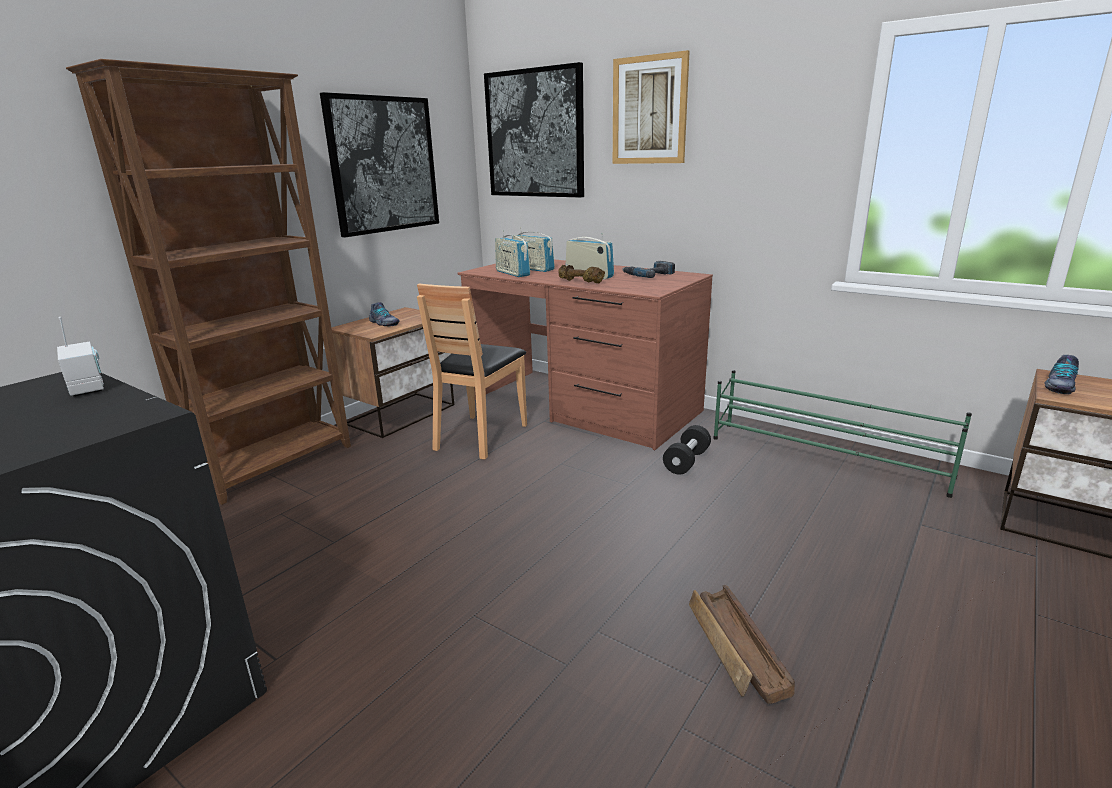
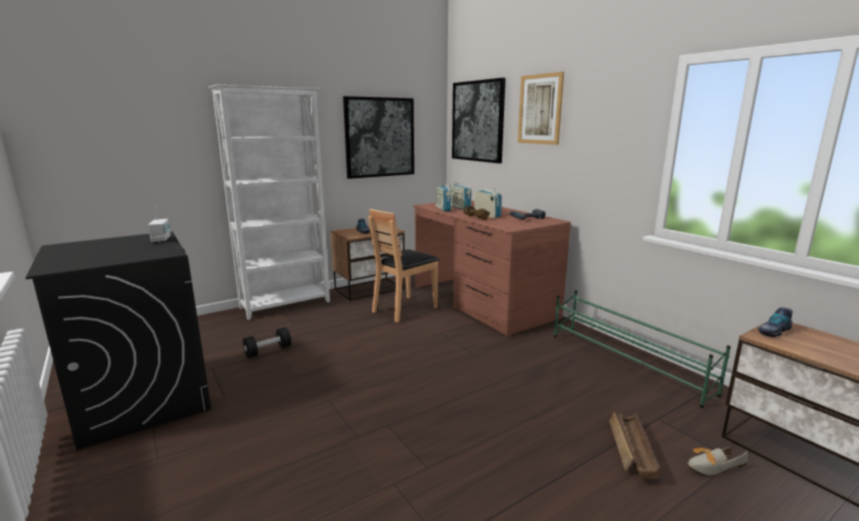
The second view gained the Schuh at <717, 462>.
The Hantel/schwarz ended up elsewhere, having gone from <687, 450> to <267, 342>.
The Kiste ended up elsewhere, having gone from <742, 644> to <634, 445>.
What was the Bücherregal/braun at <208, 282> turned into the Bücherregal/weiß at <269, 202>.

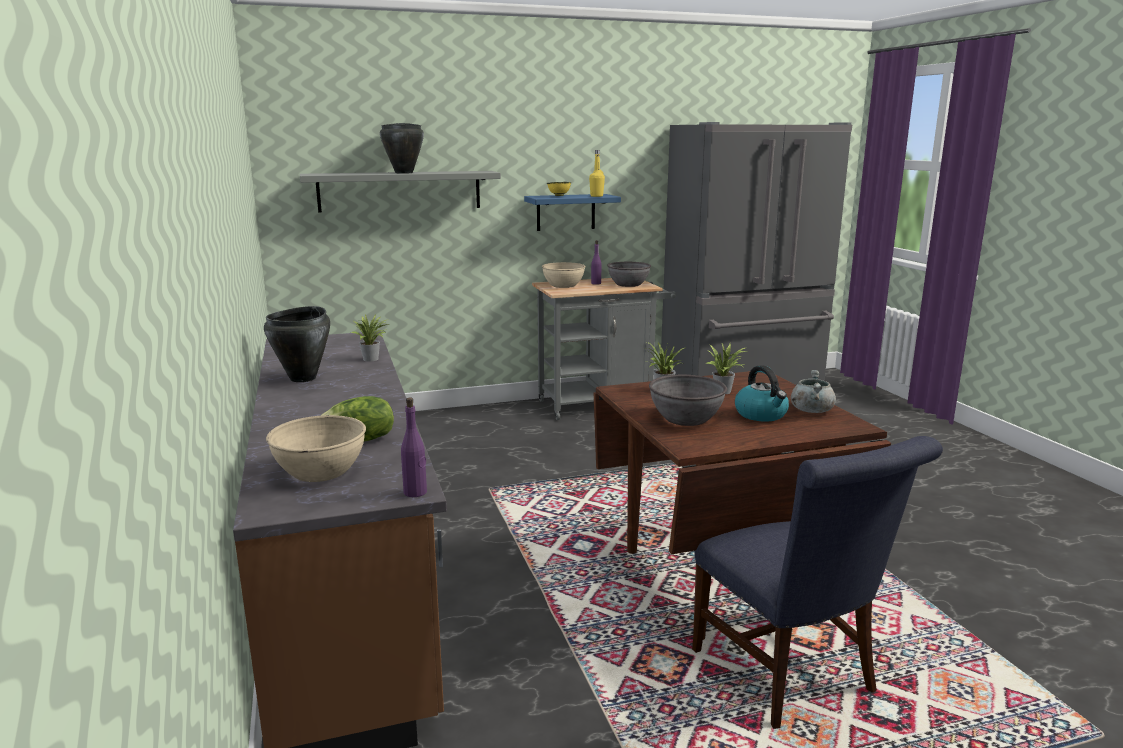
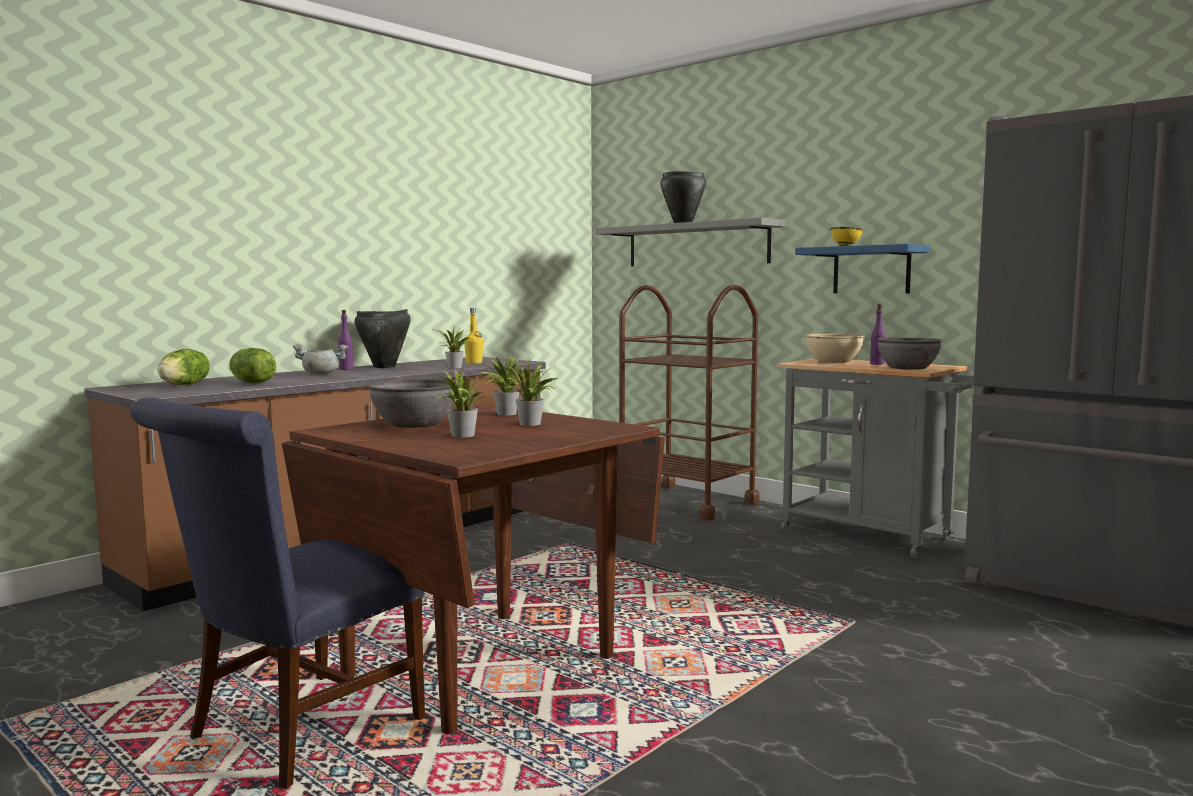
The second view gained the Rollwagen/braun at <689, 402>.
The Flasche/lila ended up elsewhere, having gone from <414, 447> to <345, 340>.
The Flasche/gelb ended up elsewhere, having gone from <597, 173> to <473, 336>.
The Kochtopf/grau ended up elsewhere, having gone from <813, 391> to <320, 359>.
Where the Schüssel/beige stood at <316, 448>, the Salatkopf came to stand at <184, 367>.
Where the Wasserkessel stood at <762, 393>, the Topfpflanze came to stand at <460, 403>.

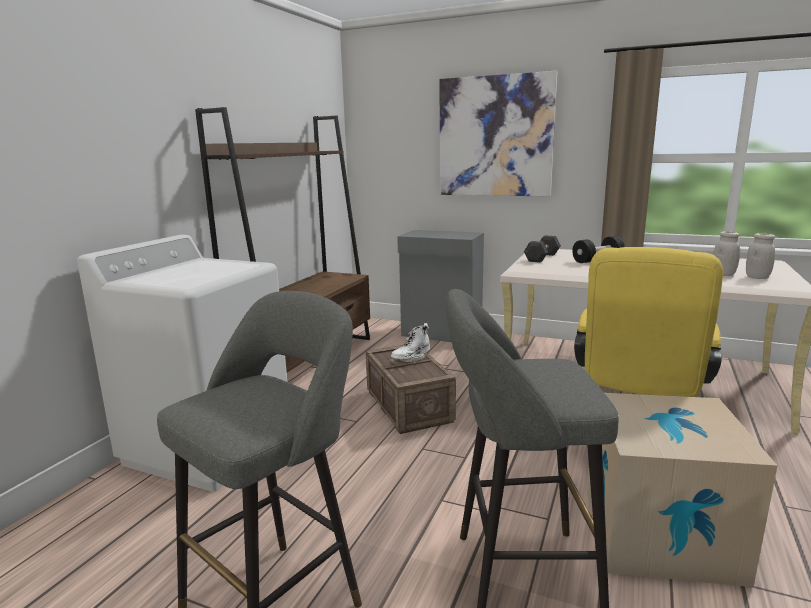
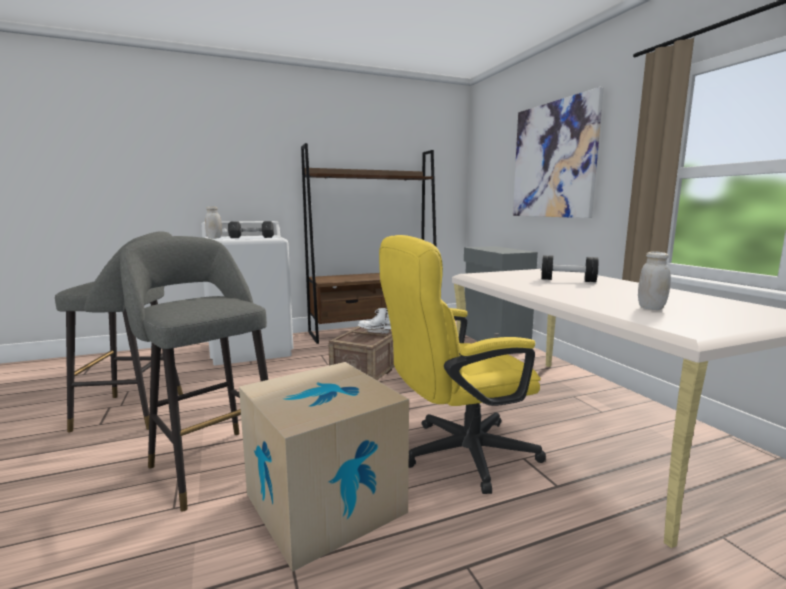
The Hantel/grau ended up elsewhere, having gone from <542, 249> to <251, 229>.
The Vorratsglas/weiß ended up elsewhere, having gone from <760, 256> to <213, 222>.

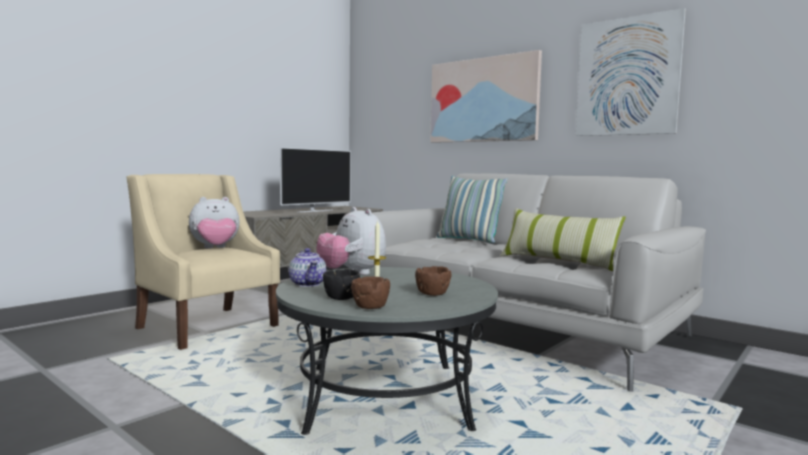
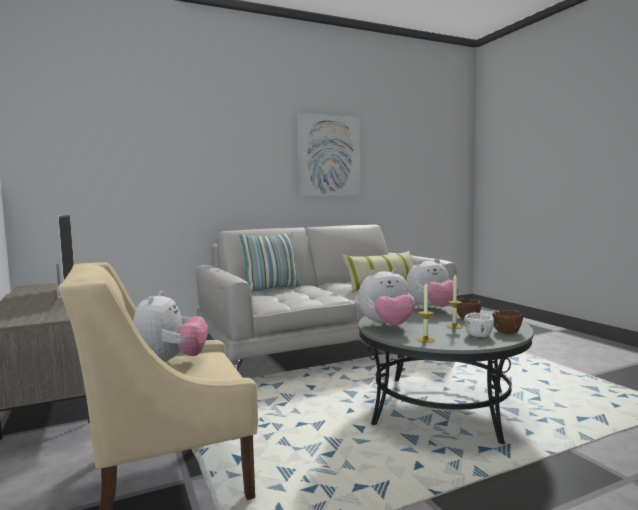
The second view lost the Bild at <486, 96>.
The second view gained the Plüschtier at <432, 284>.
Where the Teekanne stood at <308, 267>, the Kerze came to stand at <425, 313>.
What was the Schüssel/schwarz at <341, 284> turned into the Schüssel/weiß at <479, 325>.

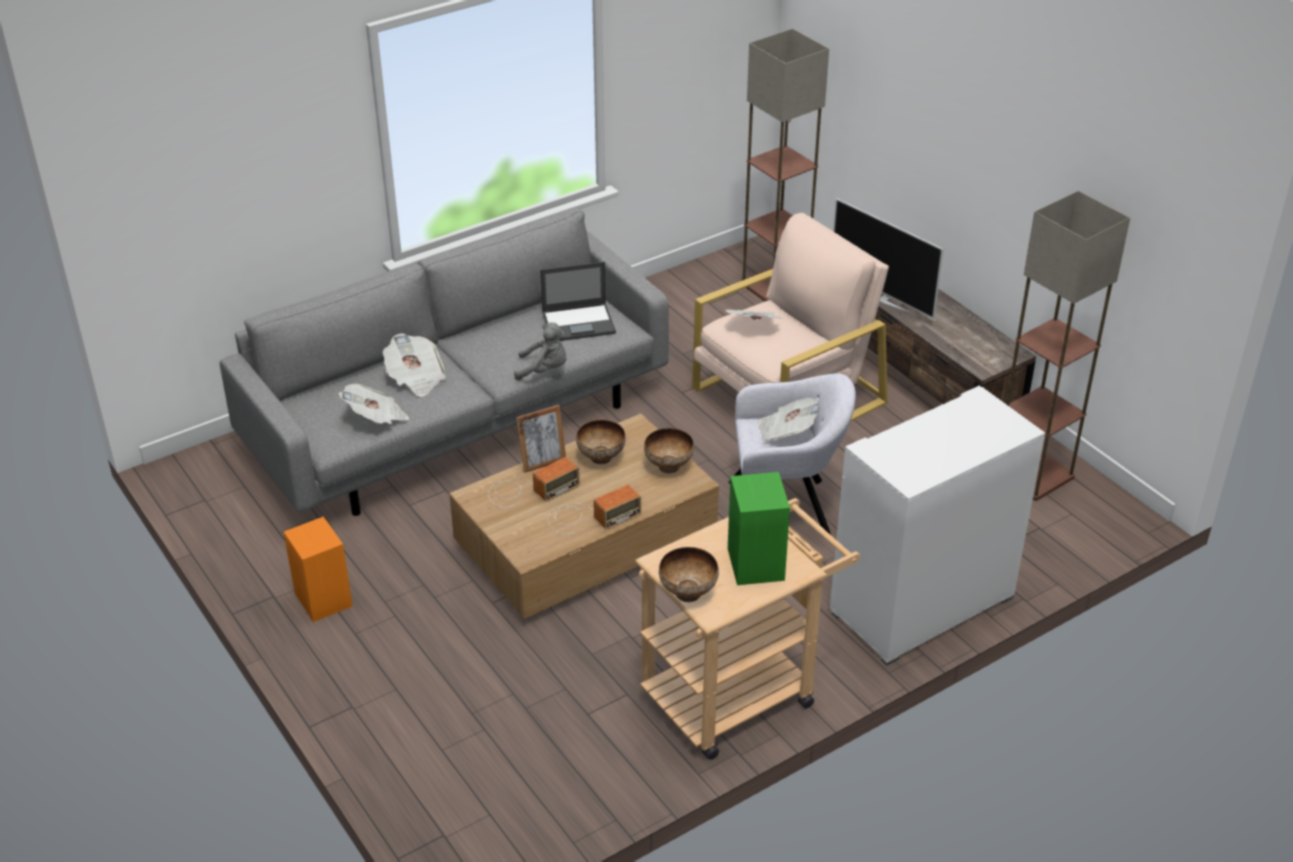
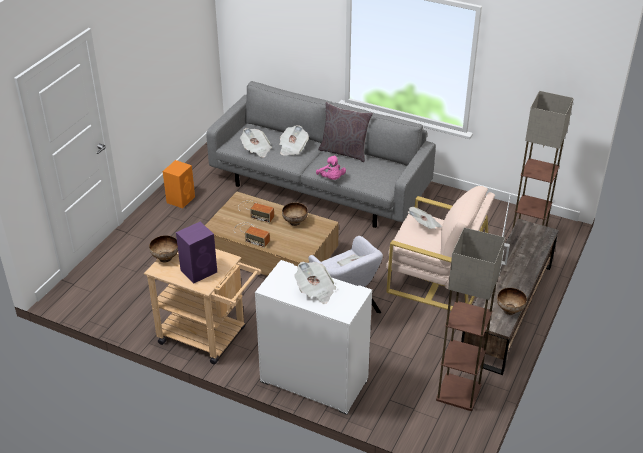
The second view lost the Bilderrahmen at <541, 439>.
The second view lost the Laptop at <578, 301>.
The second view gained the Zeitung at <315, 283>.
The second view gained the Kissen/grau at <345, 132>.
The Schüssel ended up elsewhere, having gone from <669, 451> to <512, 301>.
What was the Plüschtier/grau at <540, 351> turned into the Plüschtier/rosa at <331, 167>.
What was the Lautsprecher/grün at <759, 528> turned into the Lautsprecher/lila at <196, 253>.

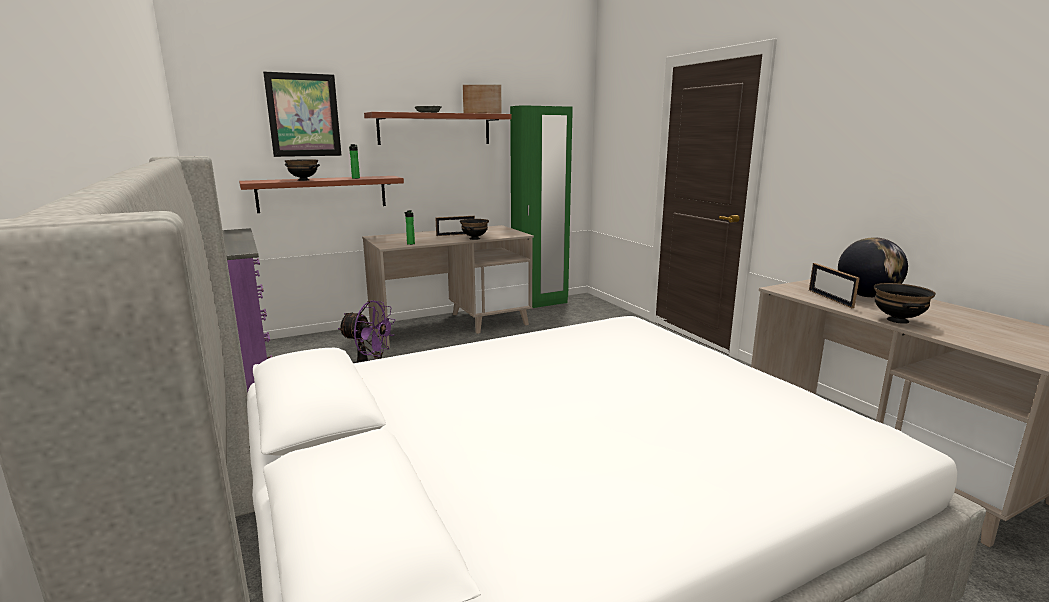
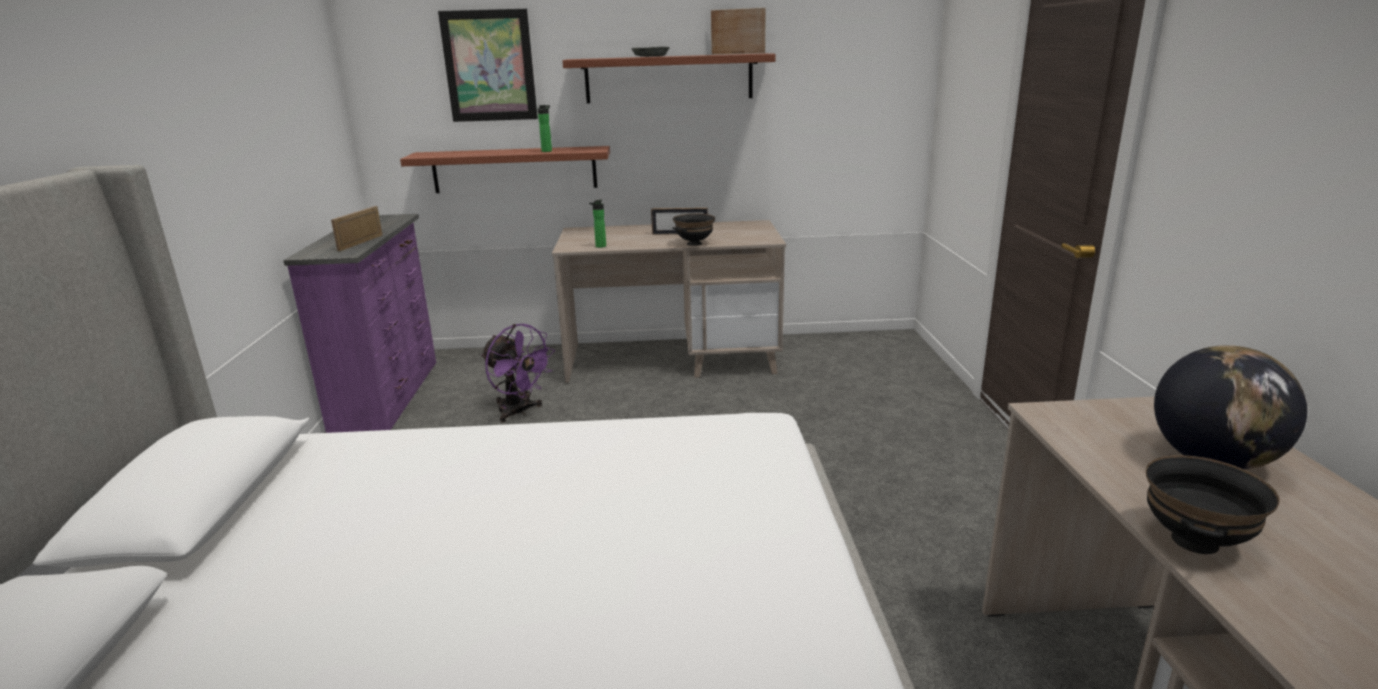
The second view lost the Schüssel/schwarz at <302, 170>.
The second view lost the Kleiderschrank/grün at <541, 206>.
The Bilderrahmen ended up elsewhere, having gone from <834, 285> to <356, 228>.

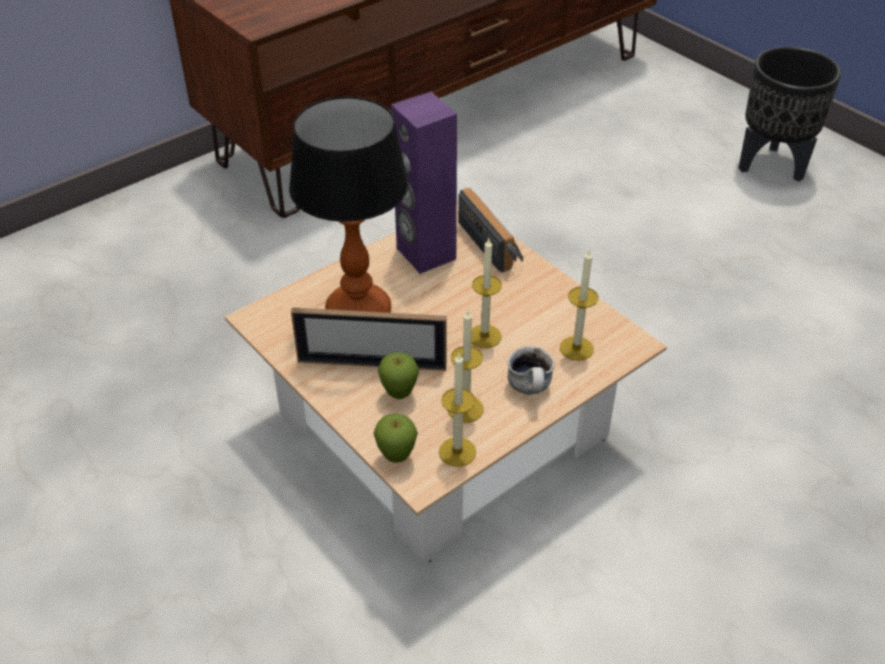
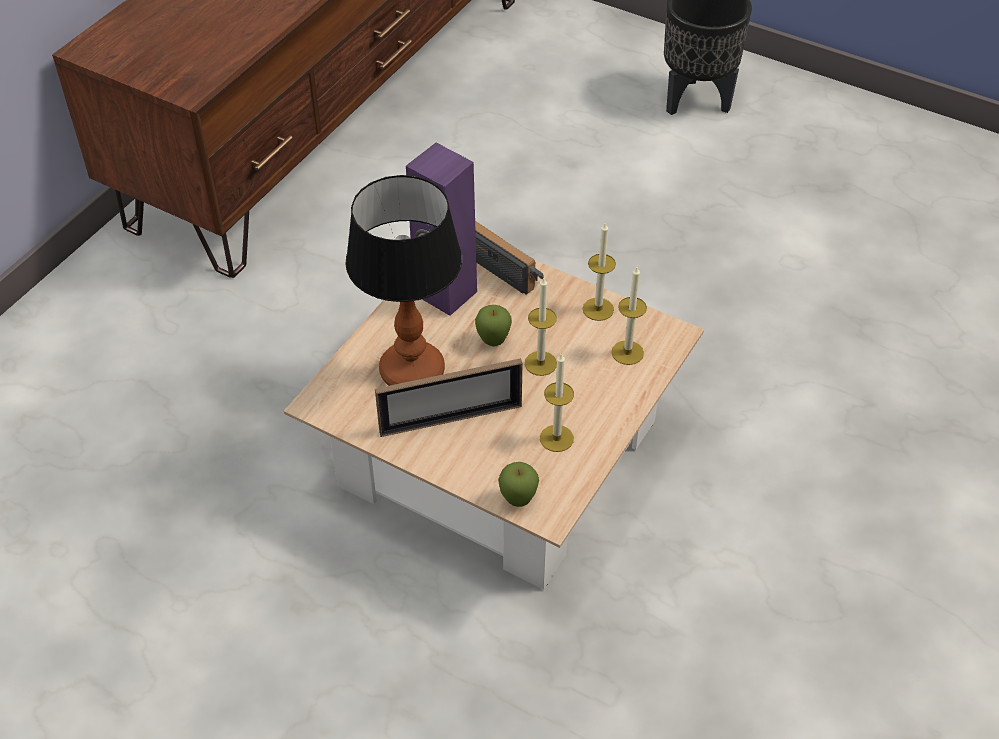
The second view lost the Henkelbecher at <531, 370>.
The Apfel ended up elsewhere, having gone from <398, 376> to <493, 326>.
The Kerze ended up elsewhere, having gone from <457, 410> to <599, 272>.

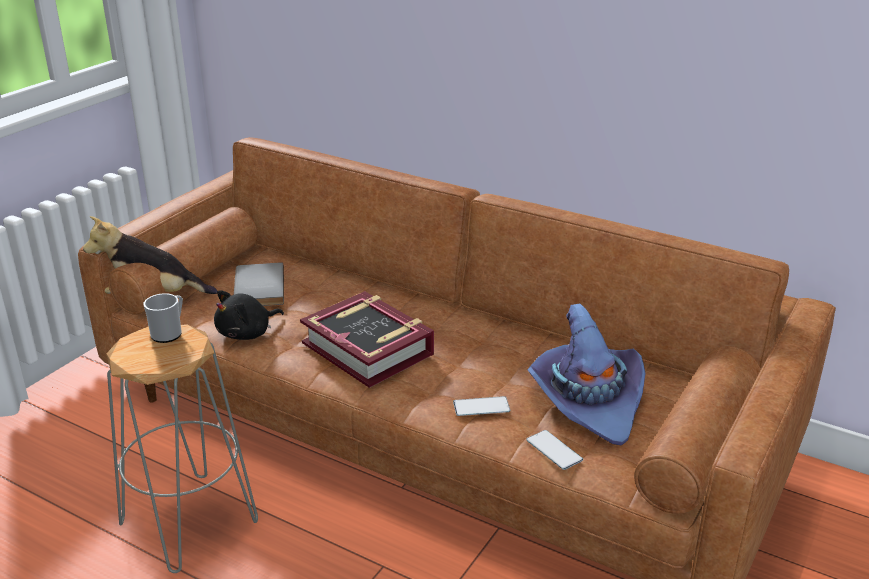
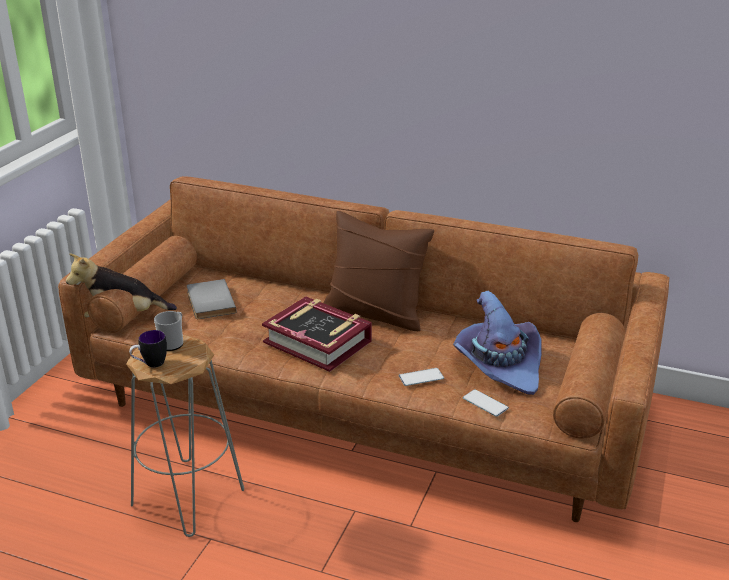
The second view lost the Plüschtier/schwarz at <249, 315>.
The second view gained the Henkelbecher at <148, 349>.
The second view gained the Kissen/braun at <378, 271>.

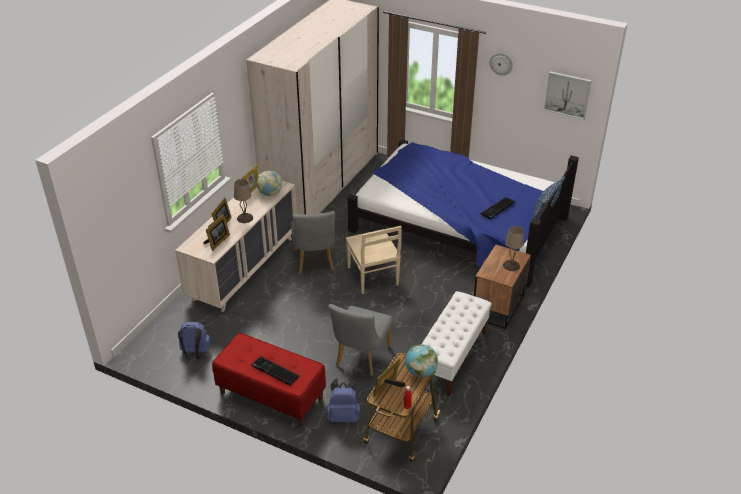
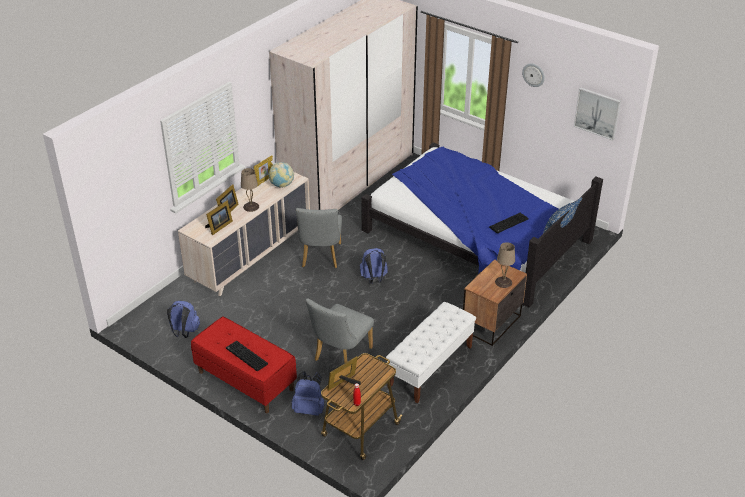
The second view lost the Globus at <421, 360>.
Where the Stuhl/beige stood at <374, 260>, the Rucksack/blau came to stand at <374, 266>.

